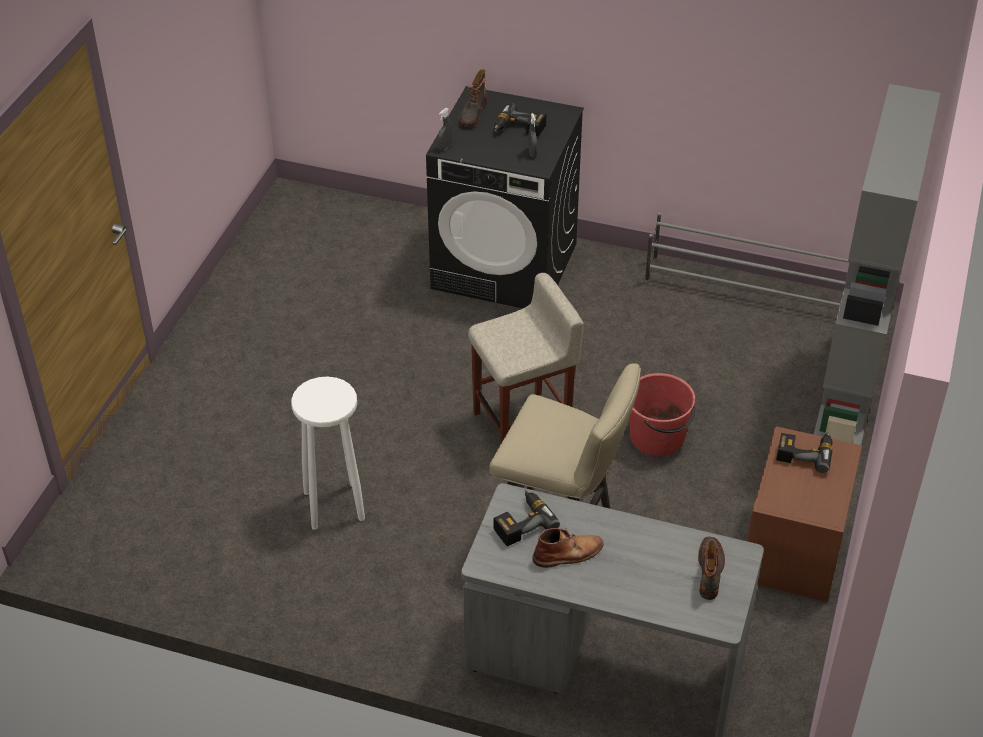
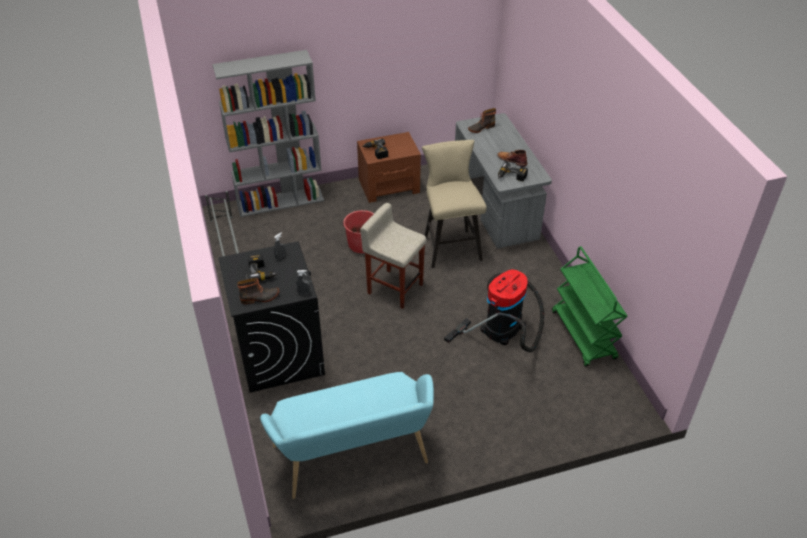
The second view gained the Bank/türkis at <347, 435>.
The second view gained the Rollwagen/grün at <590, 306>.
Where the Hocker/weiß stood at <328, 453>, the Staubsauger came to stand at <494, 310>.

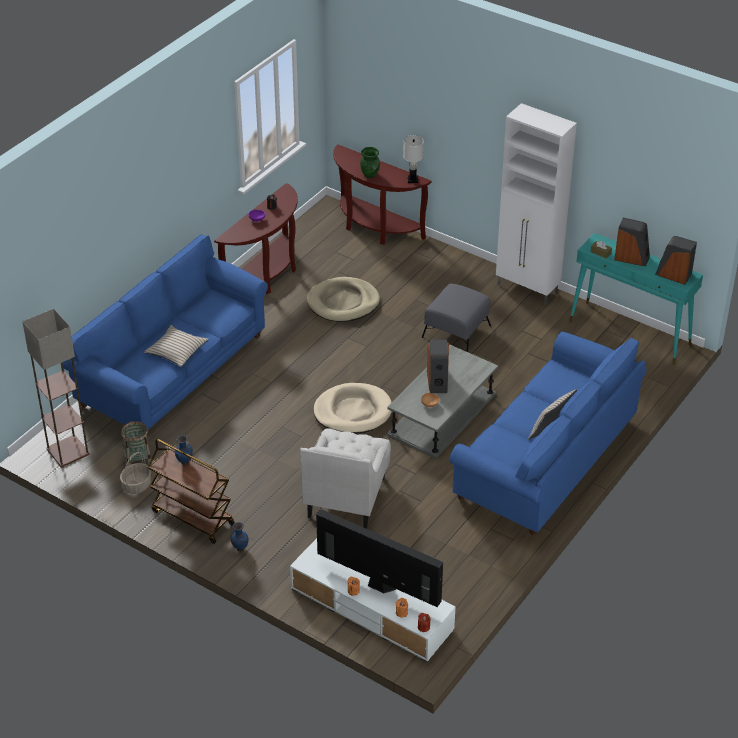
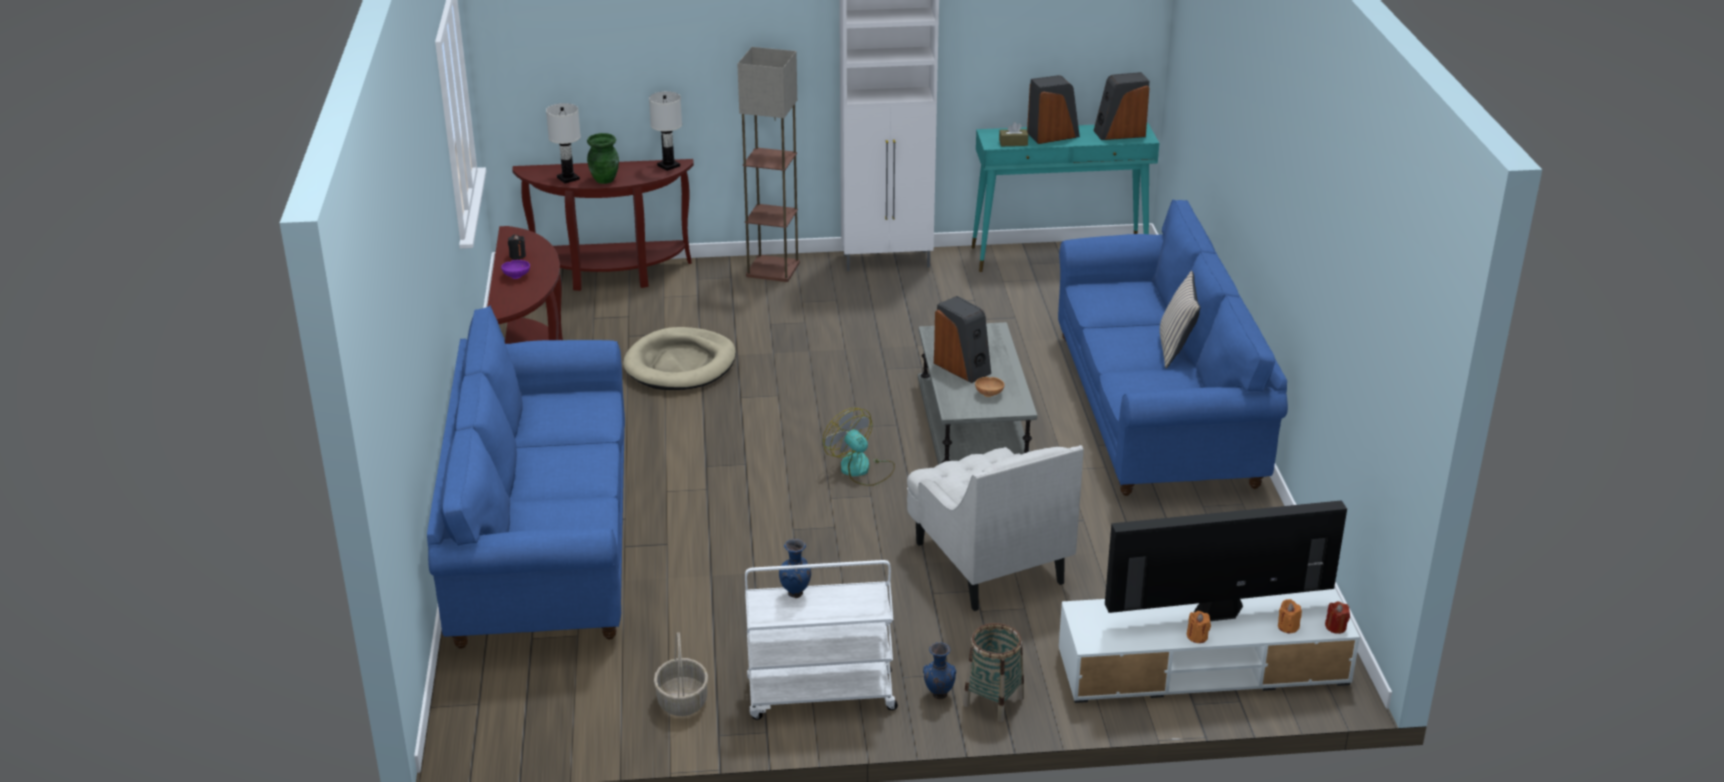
The second view lost the Kissen/beige at <176, 346>.
The second view lost the Polsterhocker/grau at <456, 318>.
The second view gained the Tischlampe/weiß at <563, 143>.
The Stehlampe ended up elsewhere, having gone from <56, 388> to <768, 164>.
The Korb ended up elsewhere, having gone from <136, 443> to <993, 672>.
Where the Hundebett/beige stood at <352, 408>, the Ventilator came to stand at <859, 447>.
What was the Rollwagen/braun at <191, 491> turned into the Rollwagen/weiß at <821, 640>.

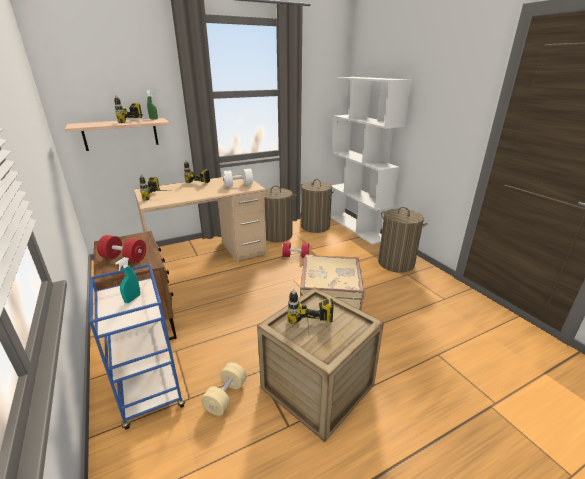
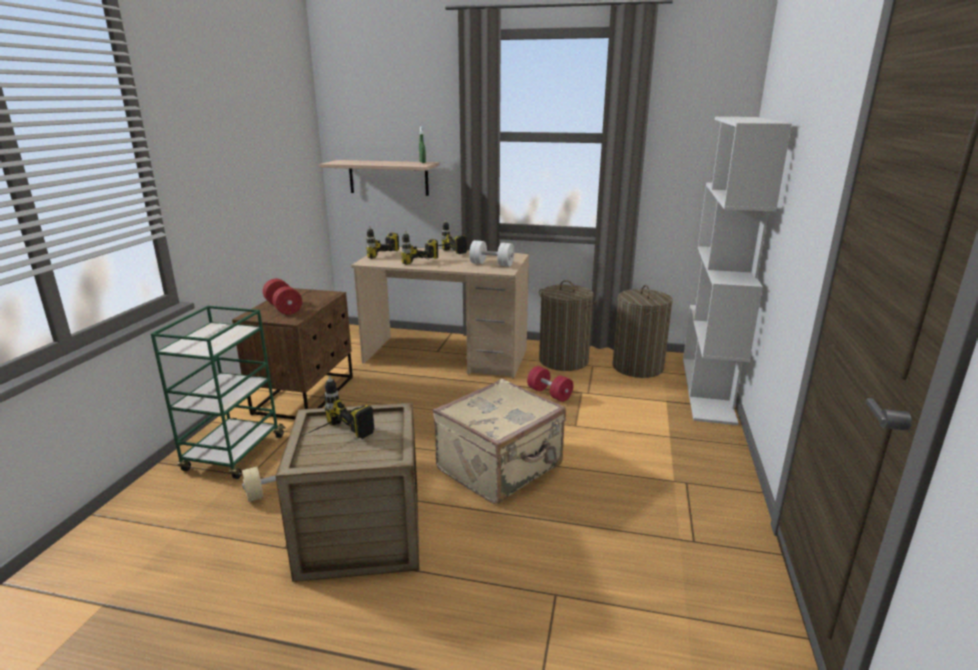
The second view lost the Sprühflasche/türkis at <127, 280>.
The second view lost the Wäschekorb at <403, 240>.
The Bohrmaschine ended up elsewhere, having gone from <128, 109> to <419, 248>.
What was the Rollwagen/blau at <137, 347> turned into the Rollwagen/grün at <218, 392>.

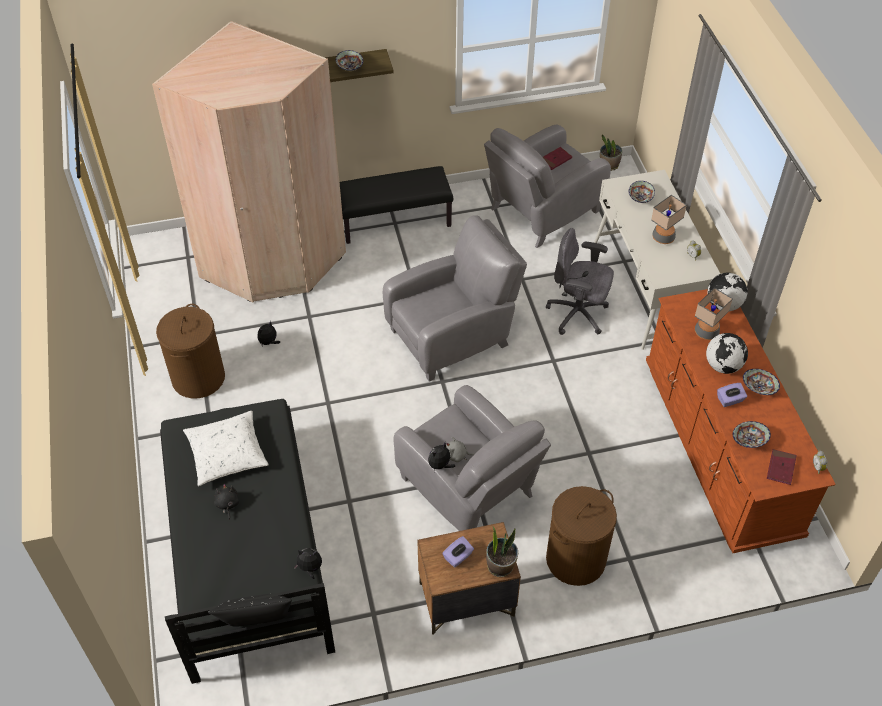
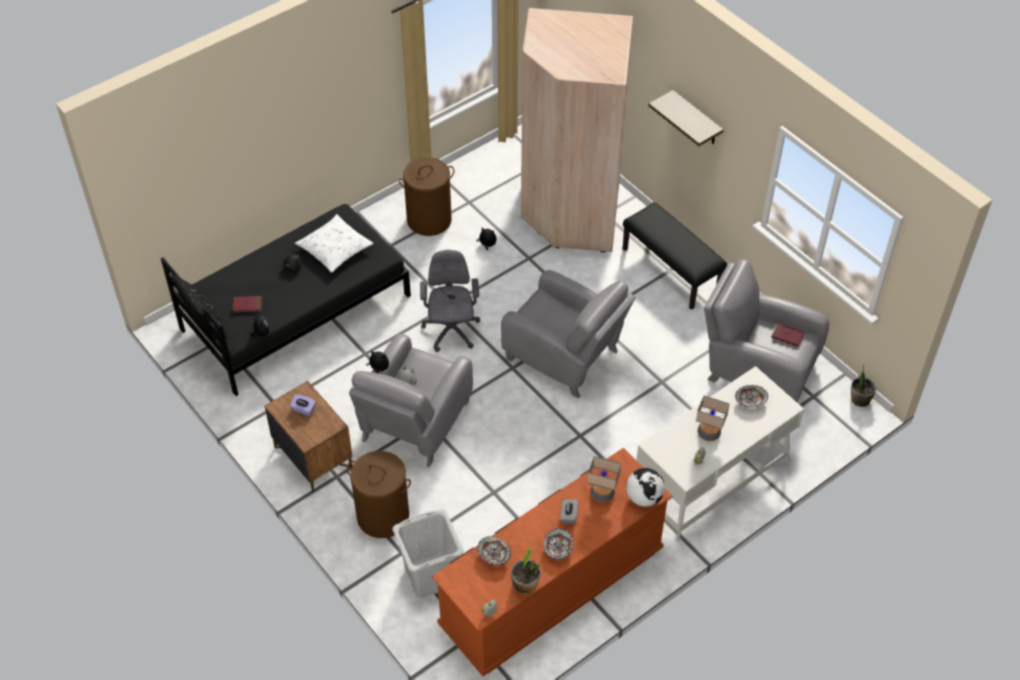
The second view lost the Schüssel at <349, 60>.
The second view lost the Taschentuchbox/lila at <732, 395>.
The second view gained the Wäschekorb/grau at <428, 553>.
The Topfpflanze ended up elsewhere, having gone from <502, 552> to <525, 570>.
The Bürostuhl/grau ended up elsewhere, having gone from <580, 281> to <450, 301>.
The Buch/rot ended up elsewhere, having gone from <782, 467> to <247, 304>.
Where the Globus stood at <727, 353>, the Taschentuchbox/grau came to stand at <569, 511>.

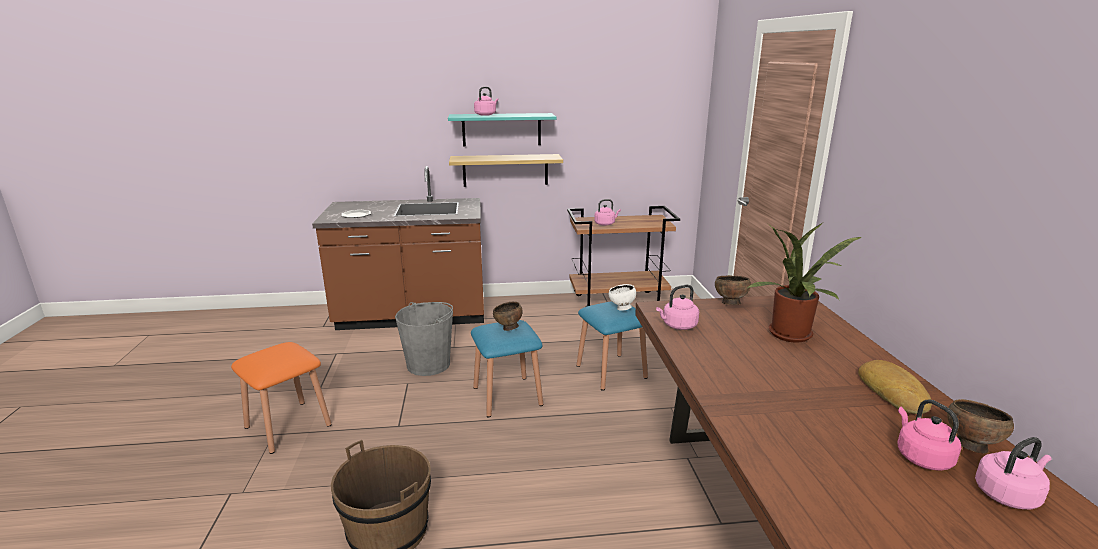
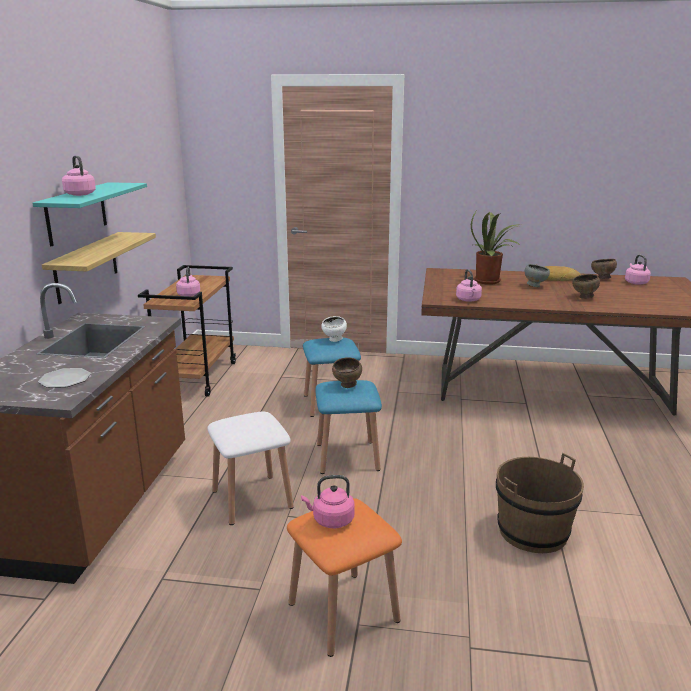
The second view gained the Schüssel/grau at <537, 275>.
The Schüssel/braun ended up elsewhere, having gone from <733, 290> to <586, 286>.
The Wasserkessel/rosa ended up elsewhere, having gone from <929, 435> to <328, 501>.
Where the Eimer/grau stood at <424, 339>, the Hocker/weiß came to stand at <250, 468>.

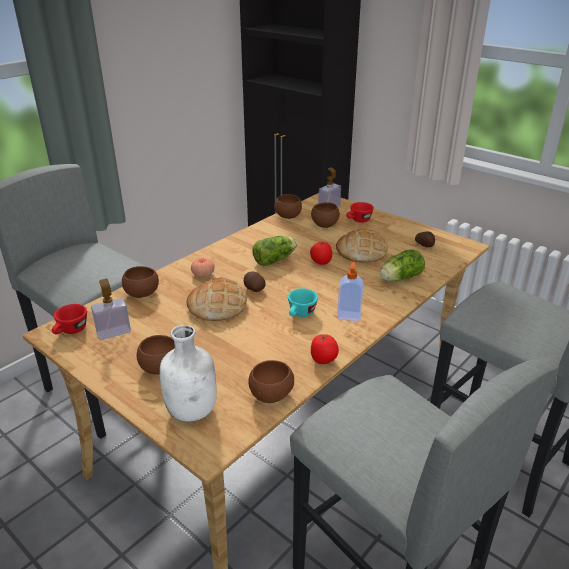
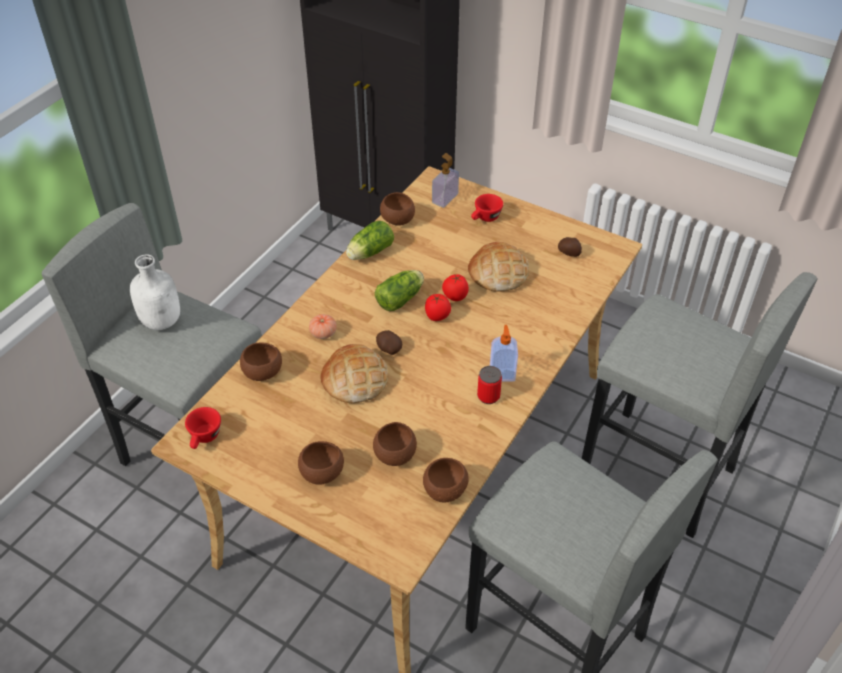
The second view lost the Seifenspender at <111, 309>.
The second view lost the Tasse/türkis at <303, 302>.
The second view gained the Dose at <489, 385>.
The Flasche/weiß ended up elsewhere, having gone from <188, 373> to <155, 292>.
The Schüssel/braun ended up elsewhere, having gone from <325, 215> to <395, 444>.
The Tomate ended up elsewhere, having gone from <325, 349> to <438, 307>.
The Salatkopf ended up elsewhere, having gone from <402, 265> to <370, 240>.

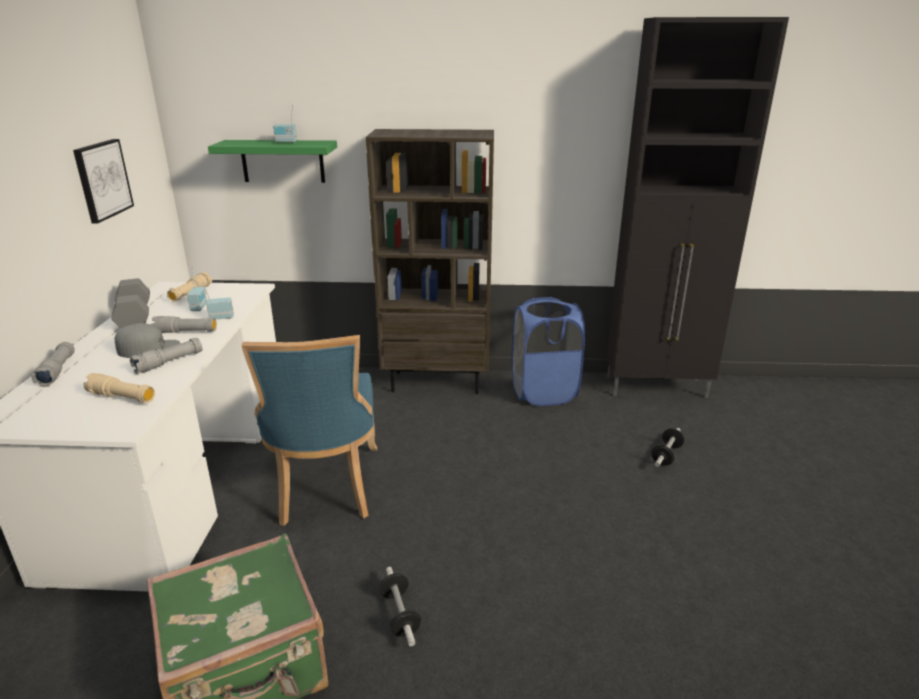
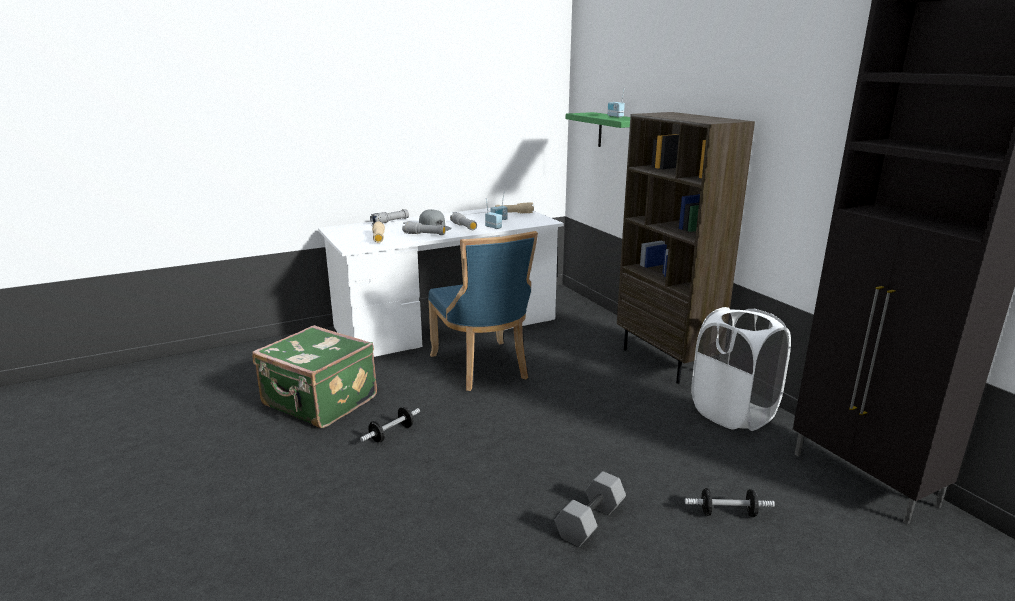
The second view lost the Bild at <103, 181>.
The Hantel/grau ended up elsewhere, having gone from <130, 303> to <590, 509>.
What was the Wäschekorb/blau at <548, 351> turned into the Wäschekorb/weiß at <741, 369>.
The Stuhl/blau at <309, 430> ended up facing another way, 75 degrees counterclockwise from before.

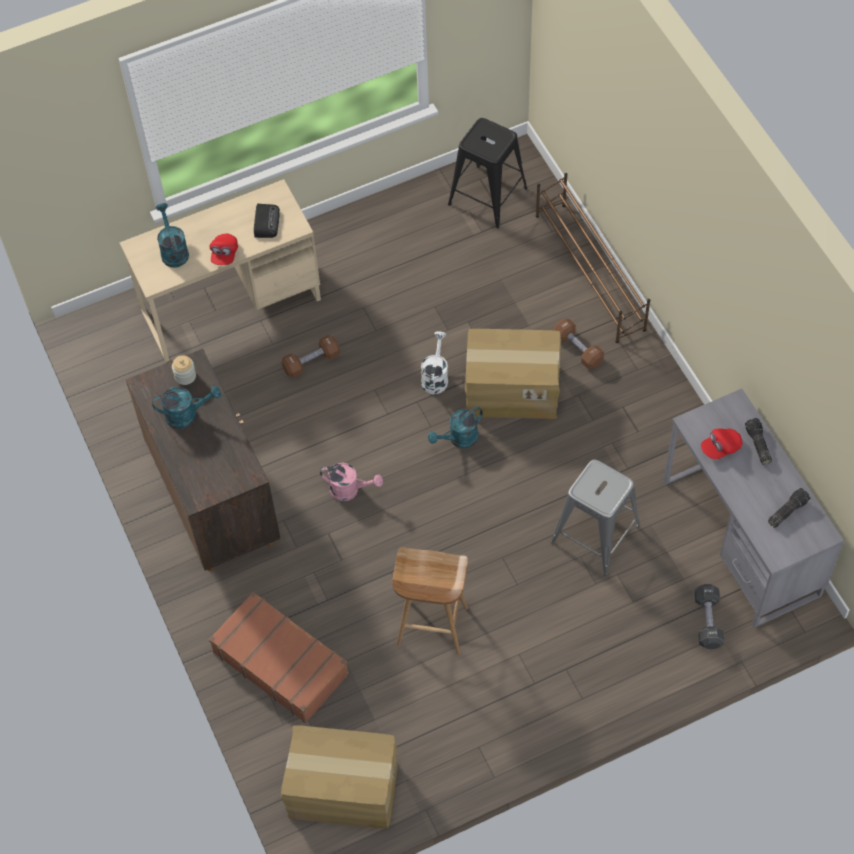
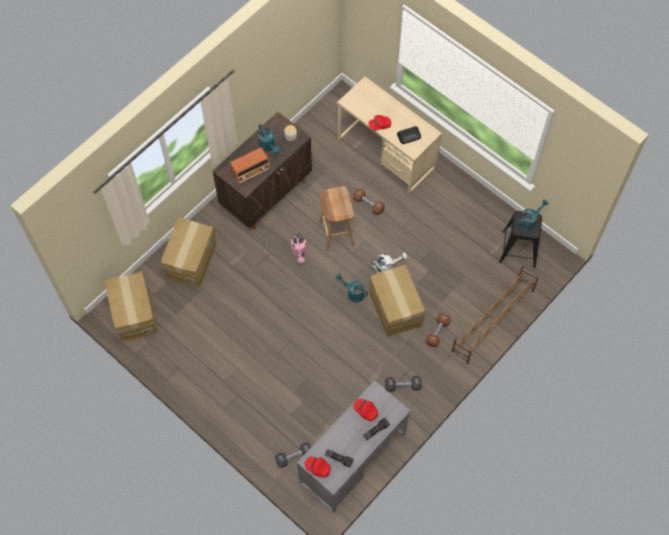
The second view lost the Hocker/grau at <596, 517>.
The second view gained the Radio at <250, 165>.
The second view gained the Kappe/rot at <318, 467>.
The second view gained the Hantel/schwarz at <403, 384>.
The Gießkanne/türkis ended up elsewhere, having gone from <172, 235> to <533, 215>.
The Hocker/braun ended up elsewhere, having gone from <430, 601> to <337, 218>.
Where the Koffer/braun stood at <279, 657>, the Karton came to stand at <188, 252>.

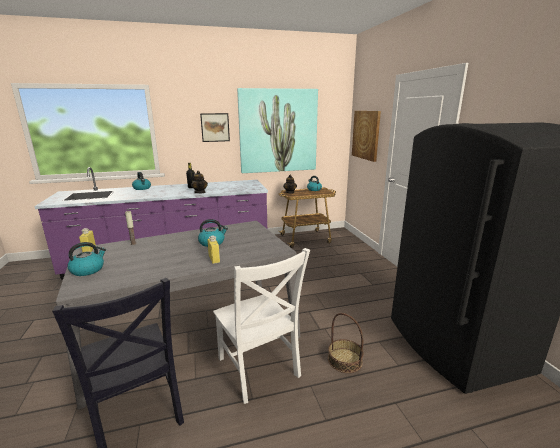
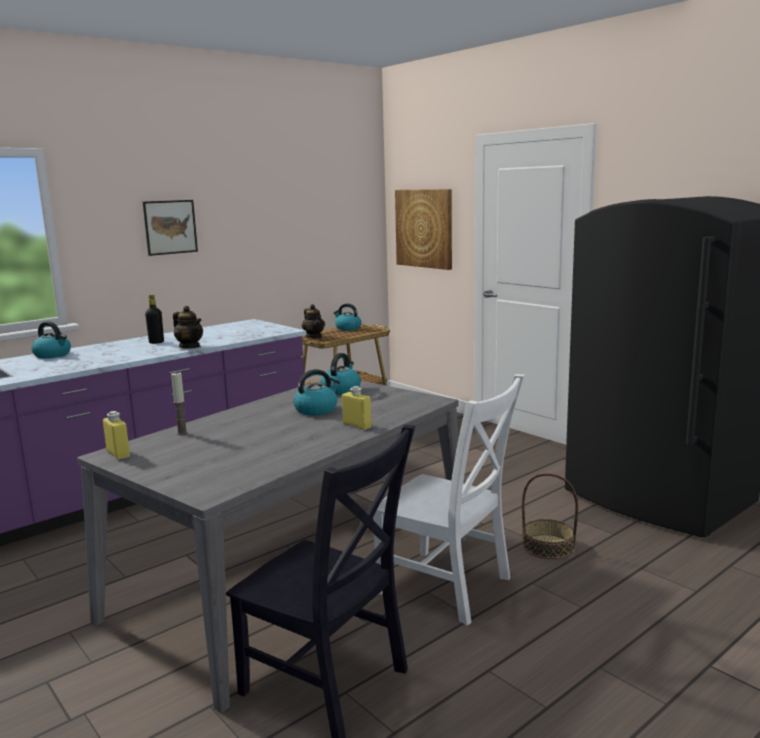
The second view lost the Bild at <277, 130>.
The Wasserkessel ended up elsewhere, having gone from <86, 259> to <341, 374>.

